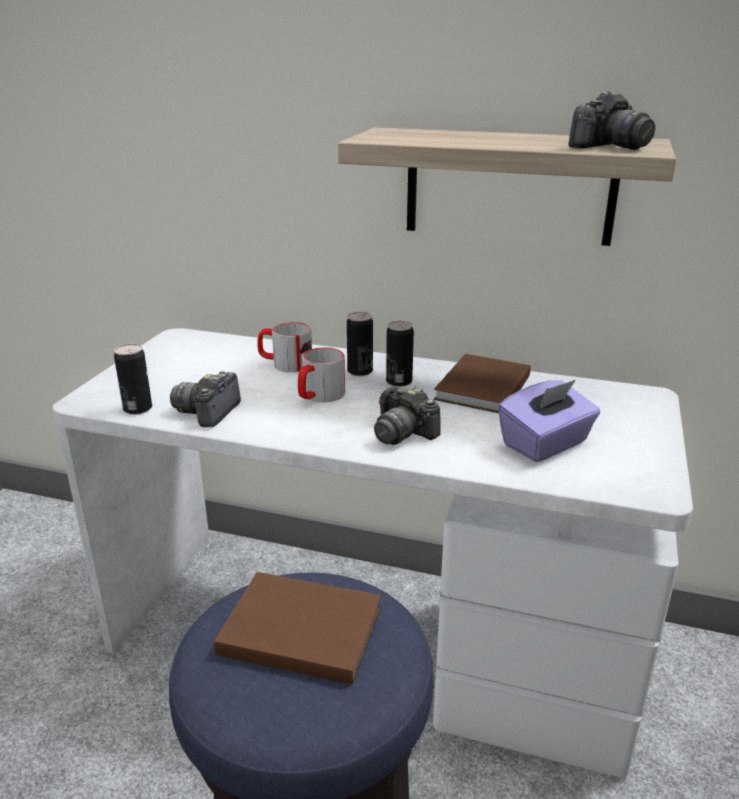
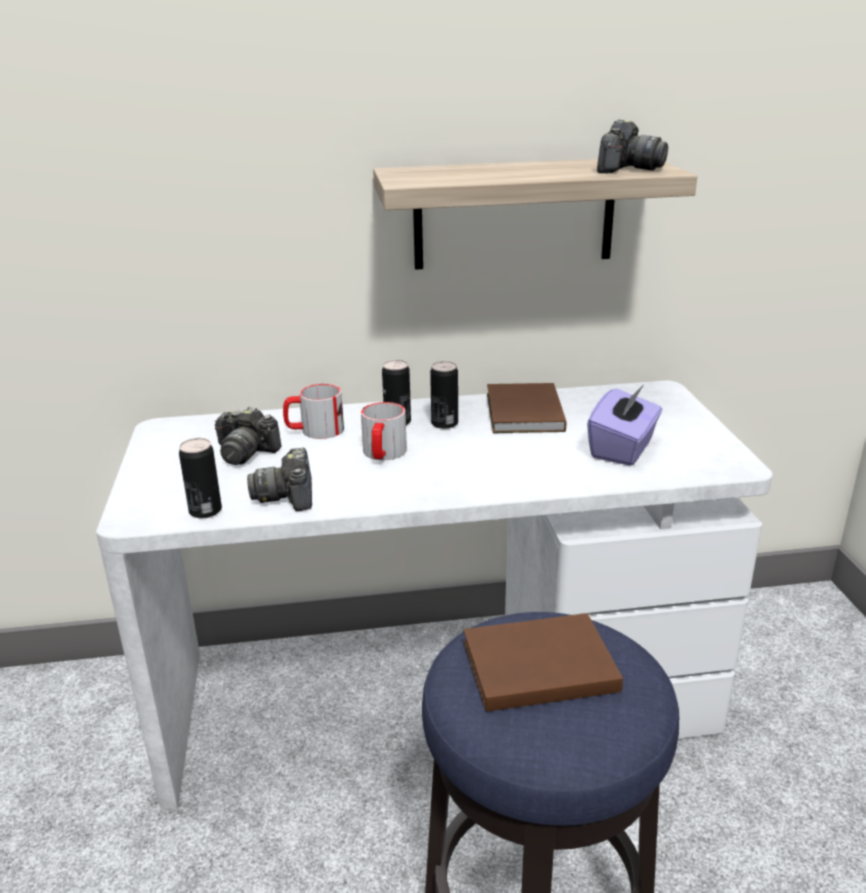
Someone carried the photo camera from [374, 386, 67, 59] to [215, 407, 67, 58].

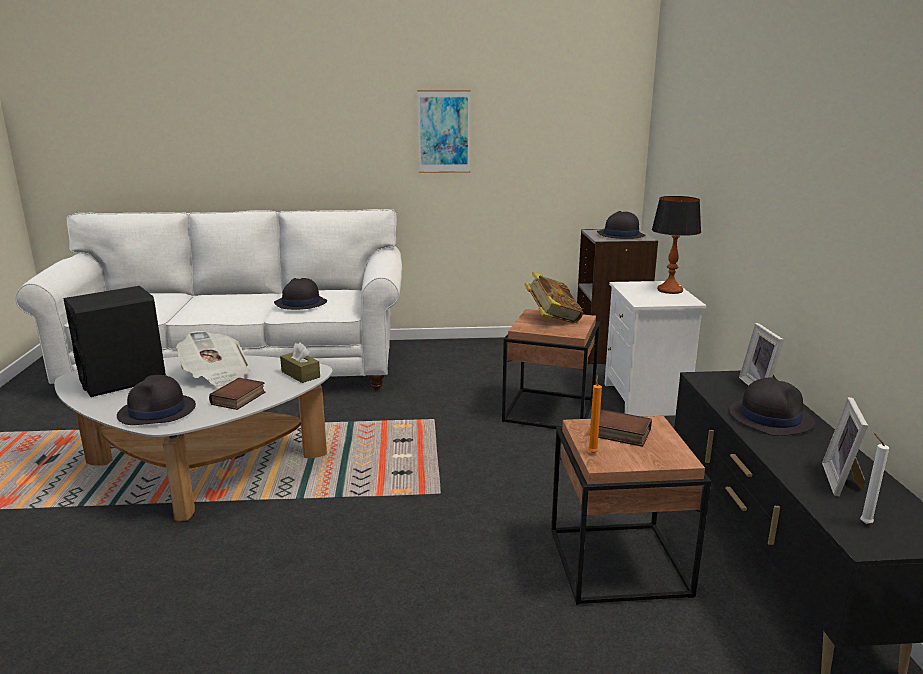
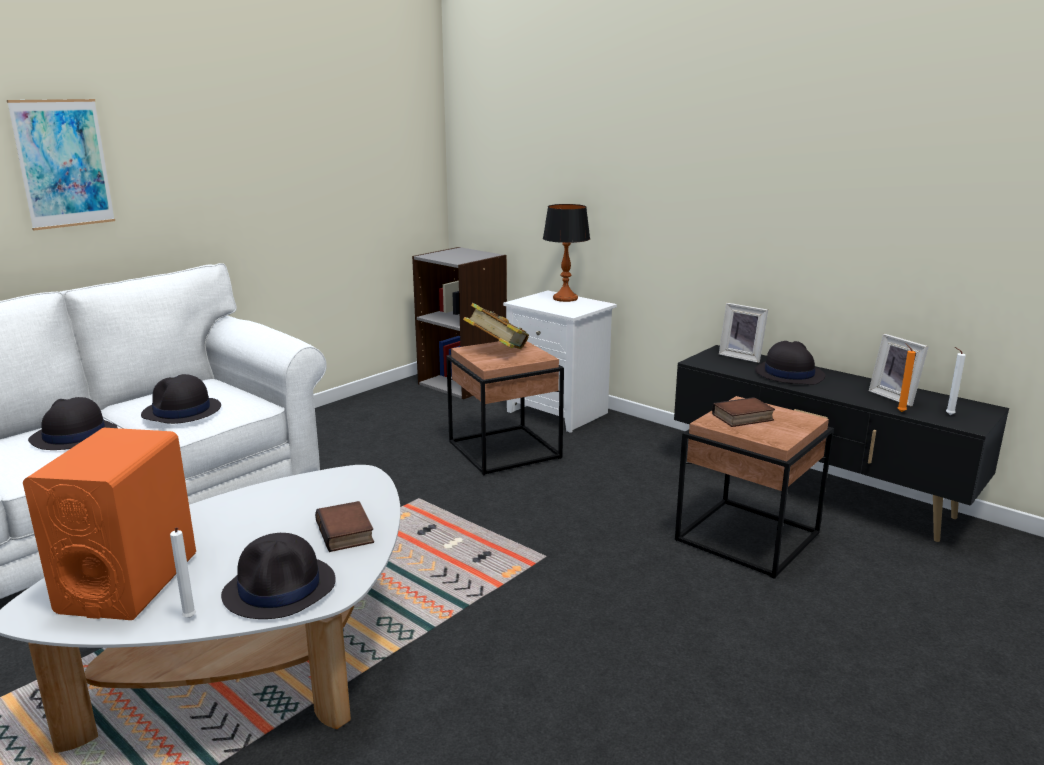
Someone took away the newspaper at [176, 331, 75, 58]. Someone took away the brown tissue box at [280, 342, 40, 41]. Someone put down the white candle at [170, 527, 26, 91]. Someone carried the picture from [417, 90, 54, 83] to [7, 99, 108, 131]. Someone carried the orange candle from [588, 375, 14, 78] to [898, 343, 18, 69]. Someone carried the black hat from [597, 211, 49, 28] to [28, 397, 90, 53]. Someone repainted the black speaker at [64, 286, 102, 111], which became the orange speaker at [23, 428, 173, 192].

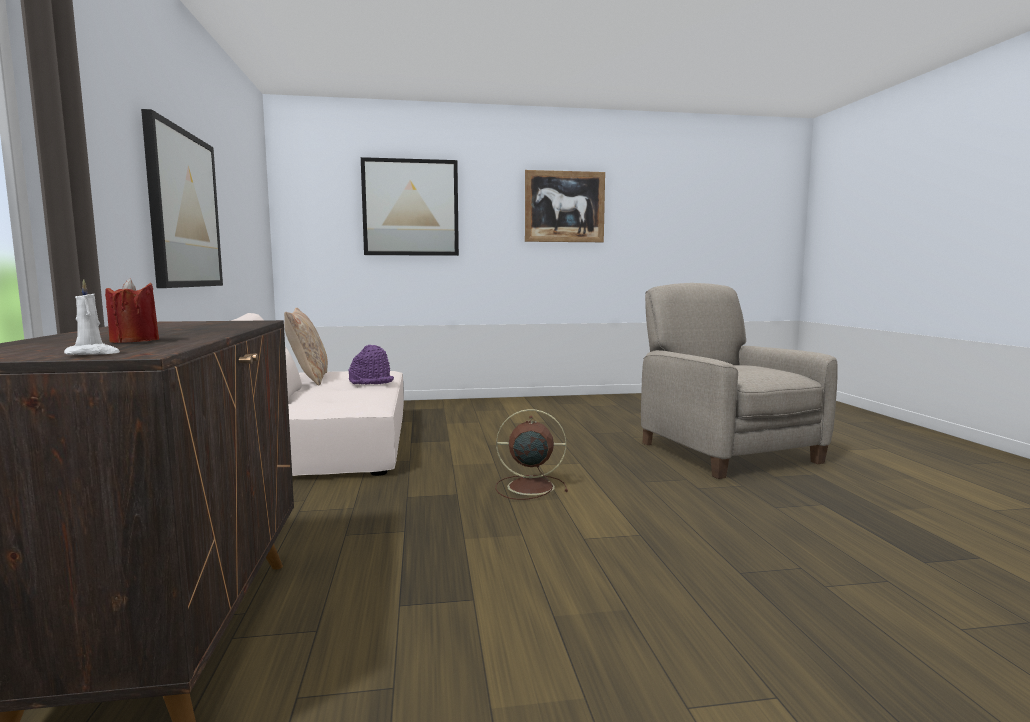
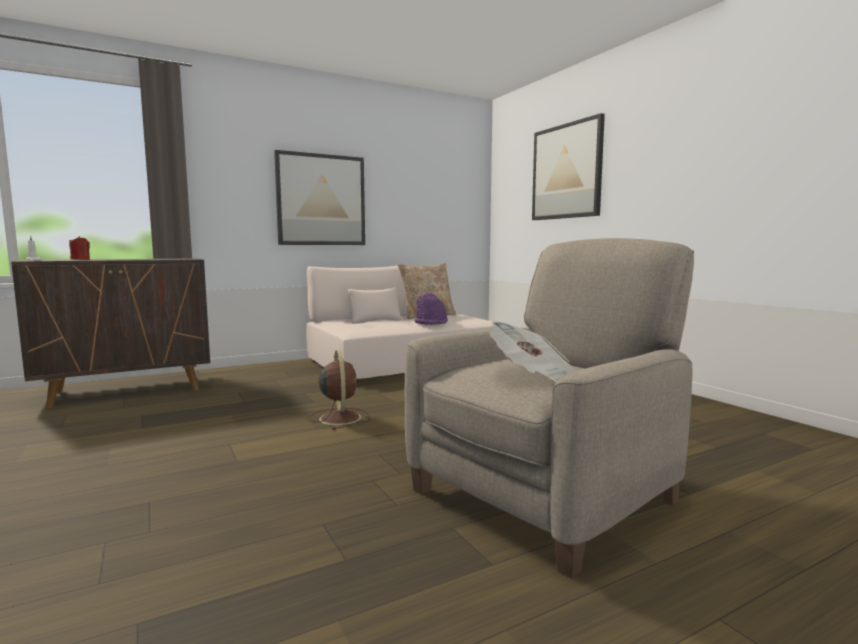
Someone took away the picture at [525, 170, 80, 72]. Someone put down the newspaper at [489, 321, 88, 61].

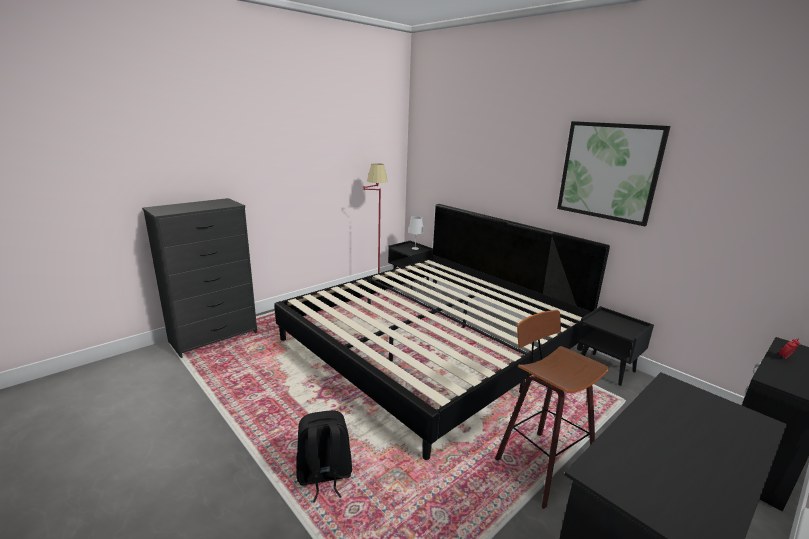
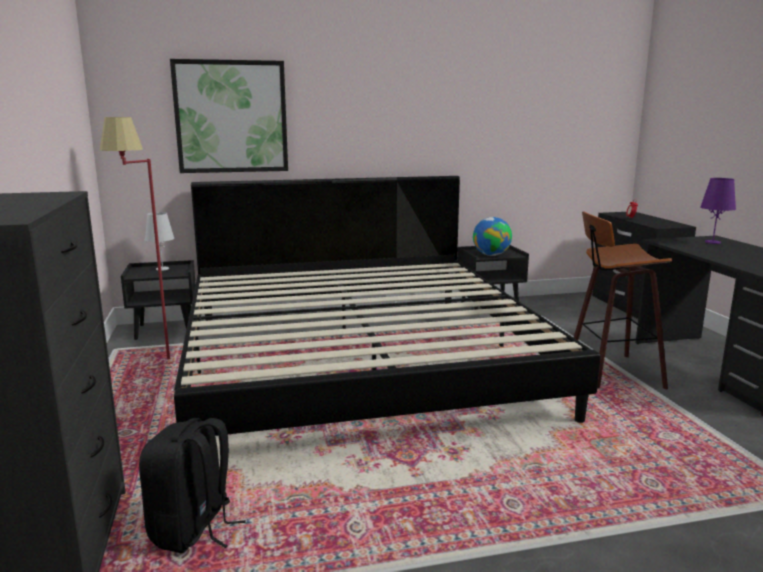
Someone put down the globe at [473, 217, 39, 39]. Someone put down the purple table lamp at [700, 178, 36, 66]. Someone carried the black backpack from [296, 410, 56, 93] to [139, 418, 107, 135]. Someone carried the picture from [557, 121, 113, 105] to [170, 59, 118, 114].

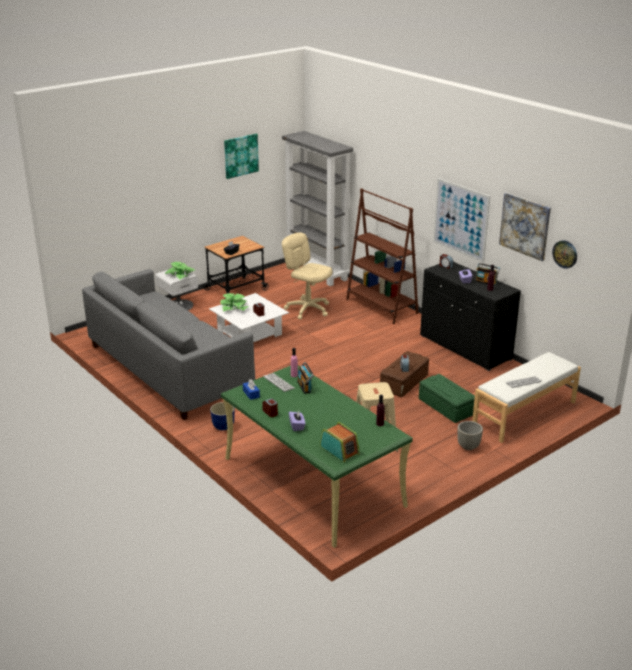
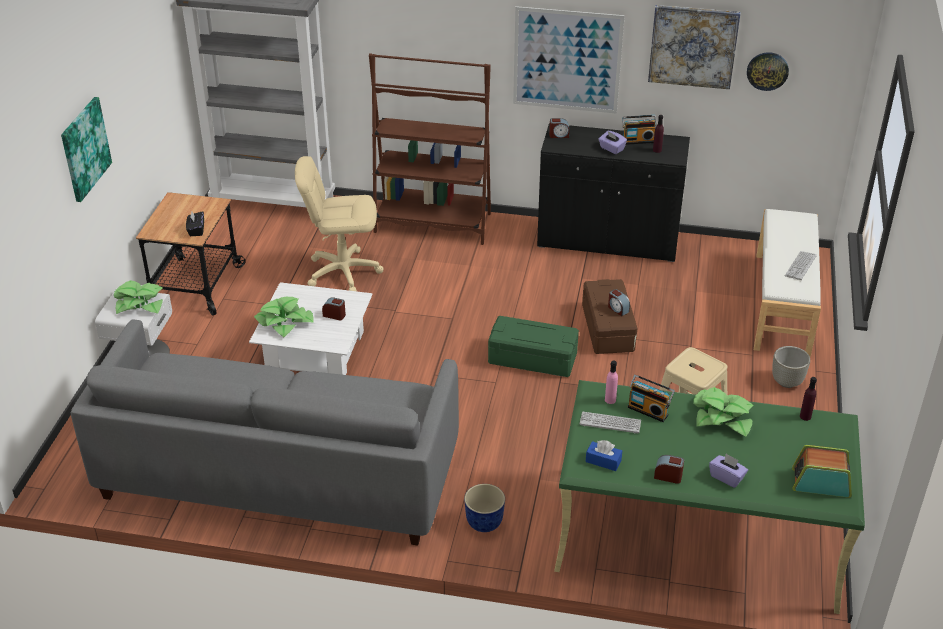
Someone put down the potted plant at [693, 387, 60, 50]. Someone carried the picture from [224, 134, 35, 45] to [61, 97, 51, 105]. Someone carried the green storage box from [419, 374, 56, 49] to [488, 316, 91, 61].

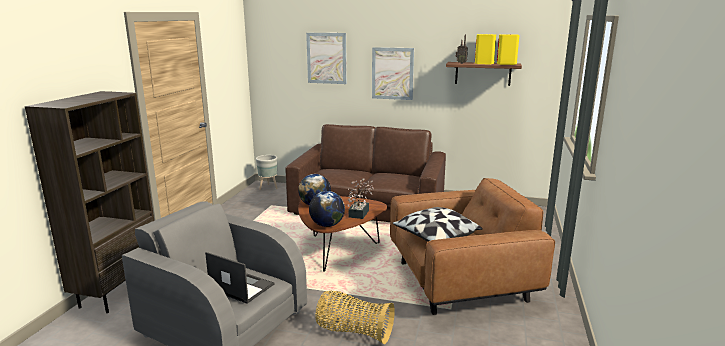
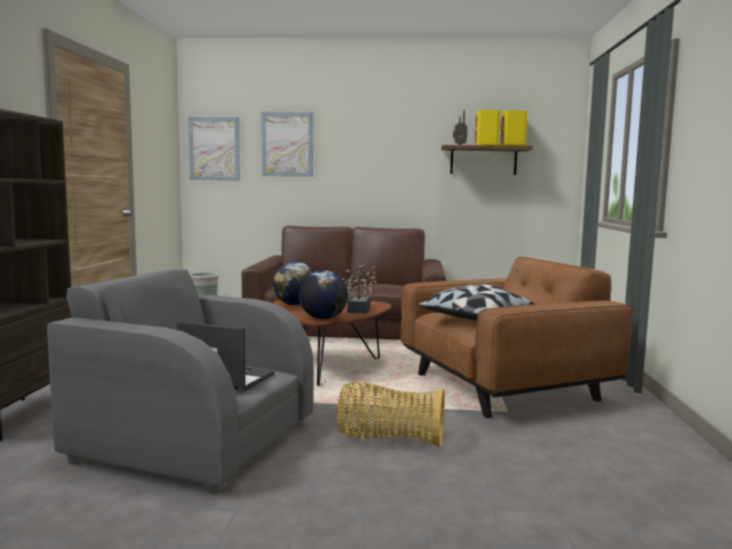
Someone carried the picture from [372, 47, 42, 53] to [188, 117, 52, 64].

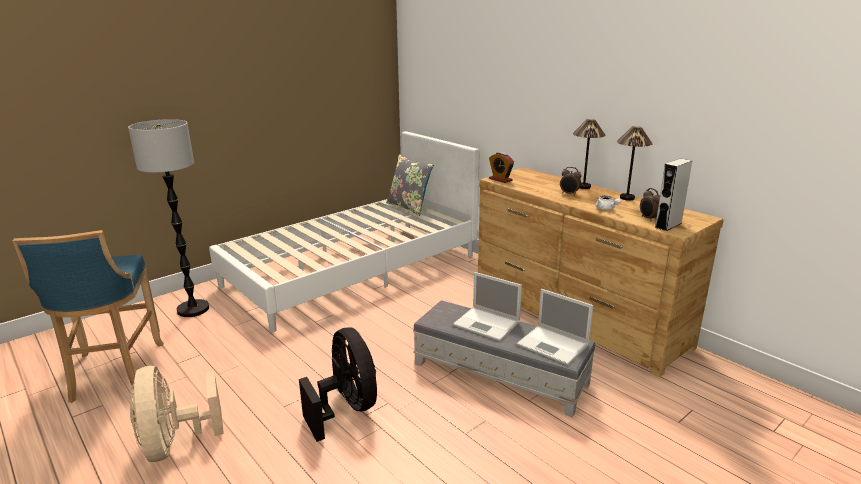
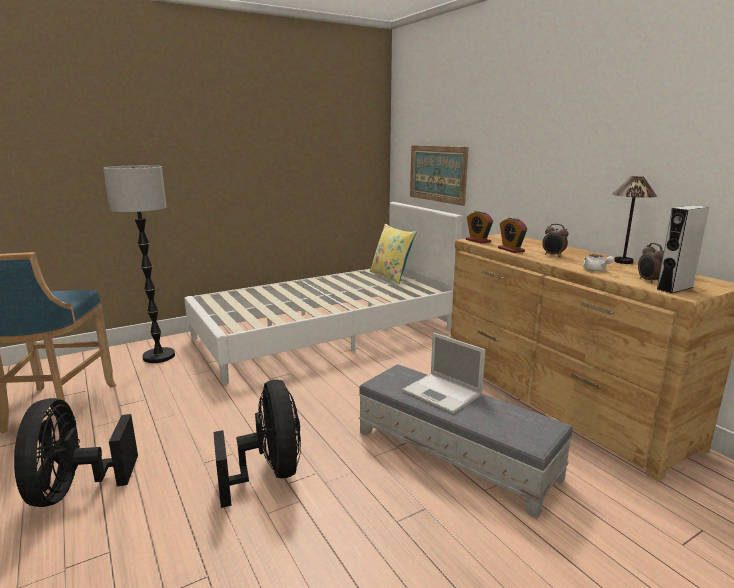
Someone took away the laptop at [517, 289, 77, 76]. Someone took away the table lamp at [573, 119, 33, 70]. Someone put up the picture at [410, 145, 59, 61]. Someone put down the alarm clock at [498, 217, 30, 36]. Someone repainted the beige fan at [130, 366, 94, 96], which became the black fan at [14, 398, 124, 109]. Someone repainted the grey pillow at [386, 154, 48, 62], which became the yellow pillow at [370, 224, 46, 60].

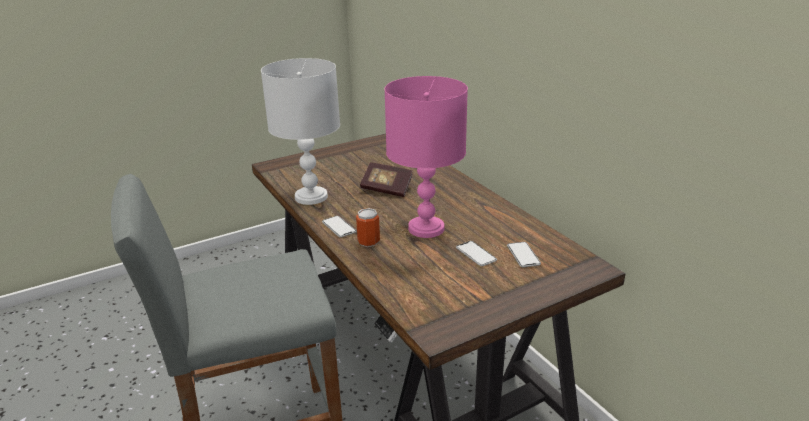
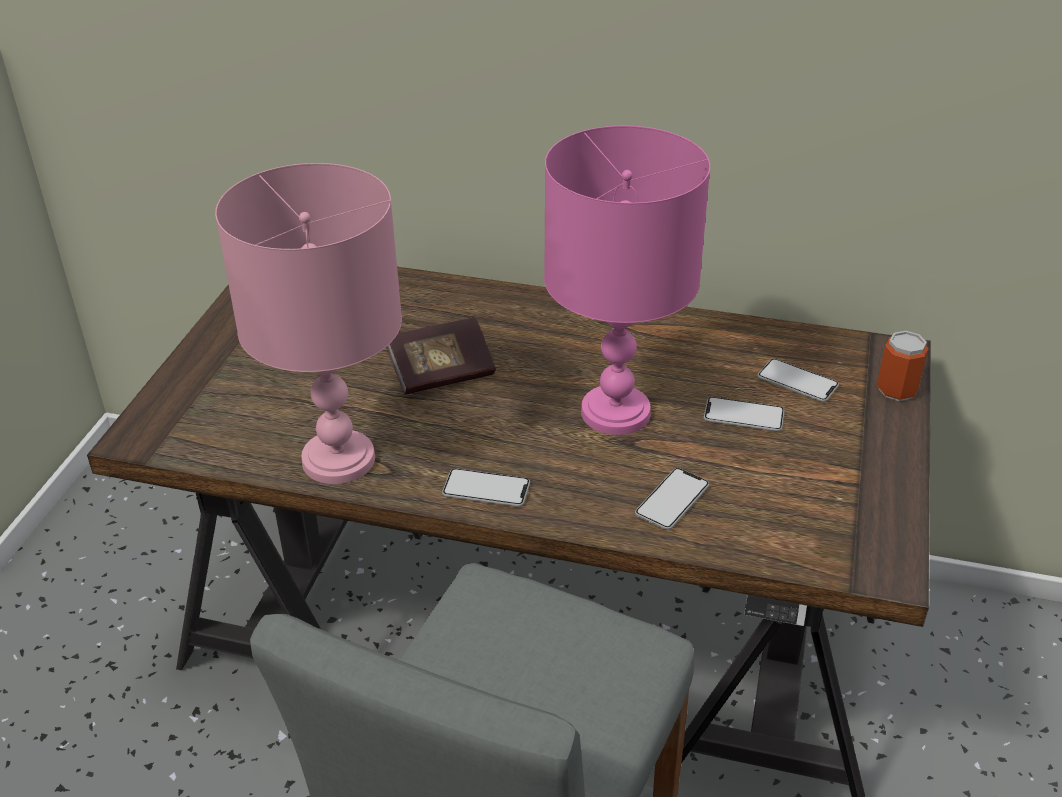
Someone put down the phone at [635, 468, 74, 62]. Someone carried the can from [356, 208, 24, 39] to [877, 331, 51, 70]. Someone repainted the white table lamp at [261, 58, 79, 147], which became the pink table lamp at [215, 163, 187, 321].

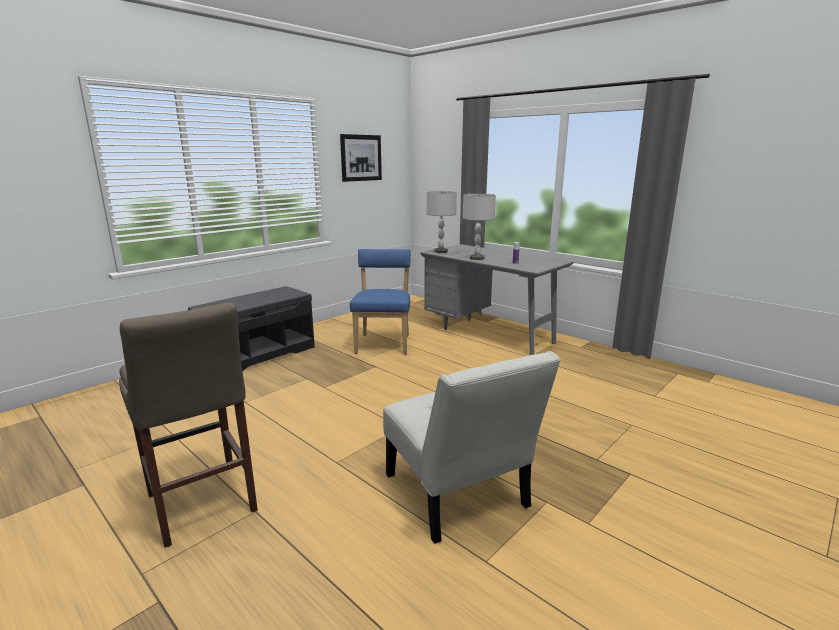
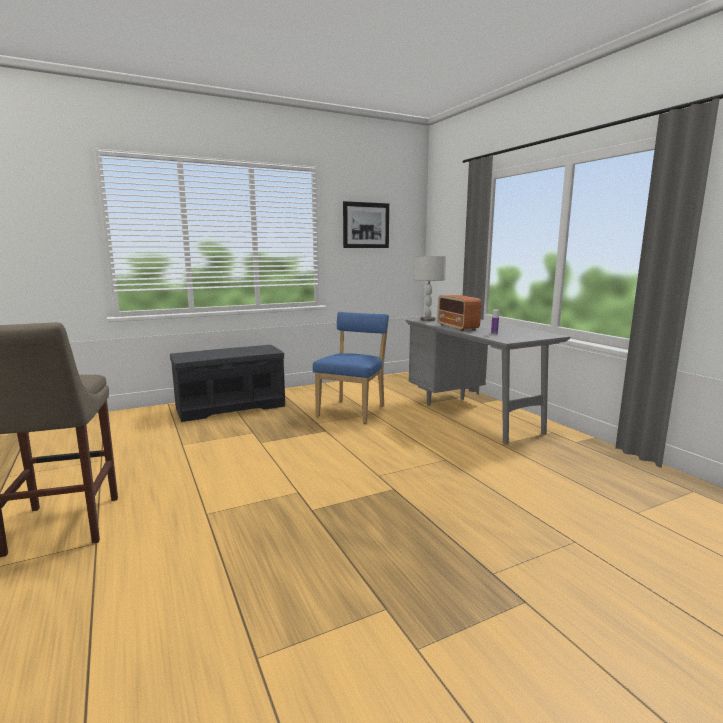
Someone took away the white chair at [383, 351, 178, 193]. Someone swapped the grey table lamp at [463, 194, 33, 66] for the radio at [437, 295, 44, 36].

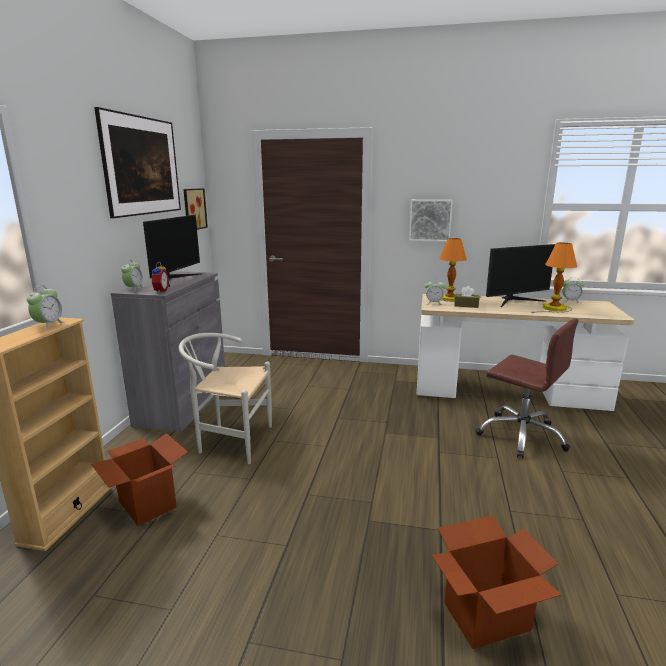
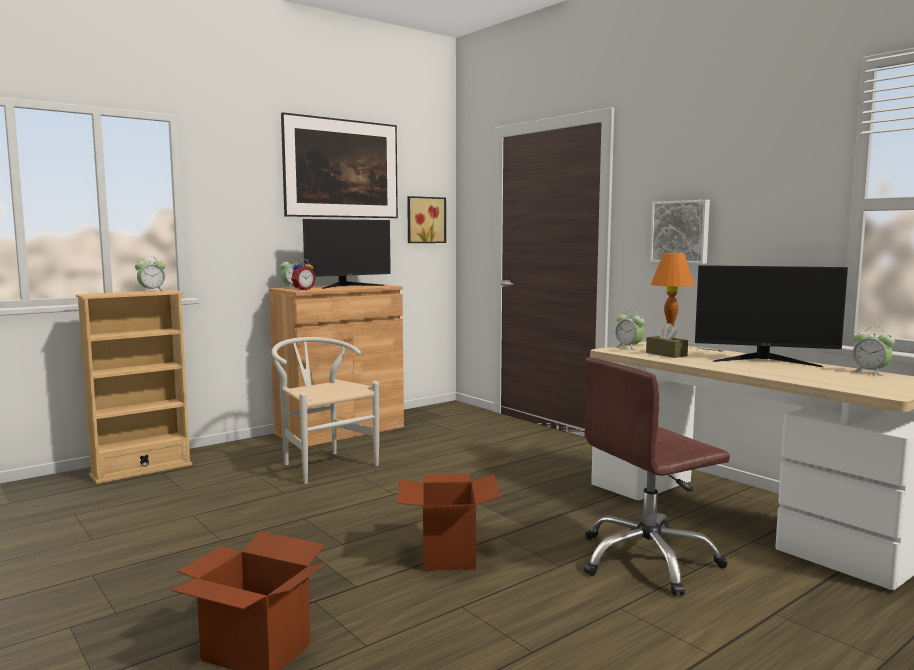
Someone took away the table lamp at [531, 242, 46, 71]. Someone carried the cardboard box from [91, 433, 97, 93] to [397, 474, 104, 97]. Someone repainted the grey cabinet at [111, 271, 114, 161], which became the brown cabinet at [269, 283, 135, 163]. Someone rotated the brown office chair at [475, 318, 104, 140] by 75 degrees clockwise.

